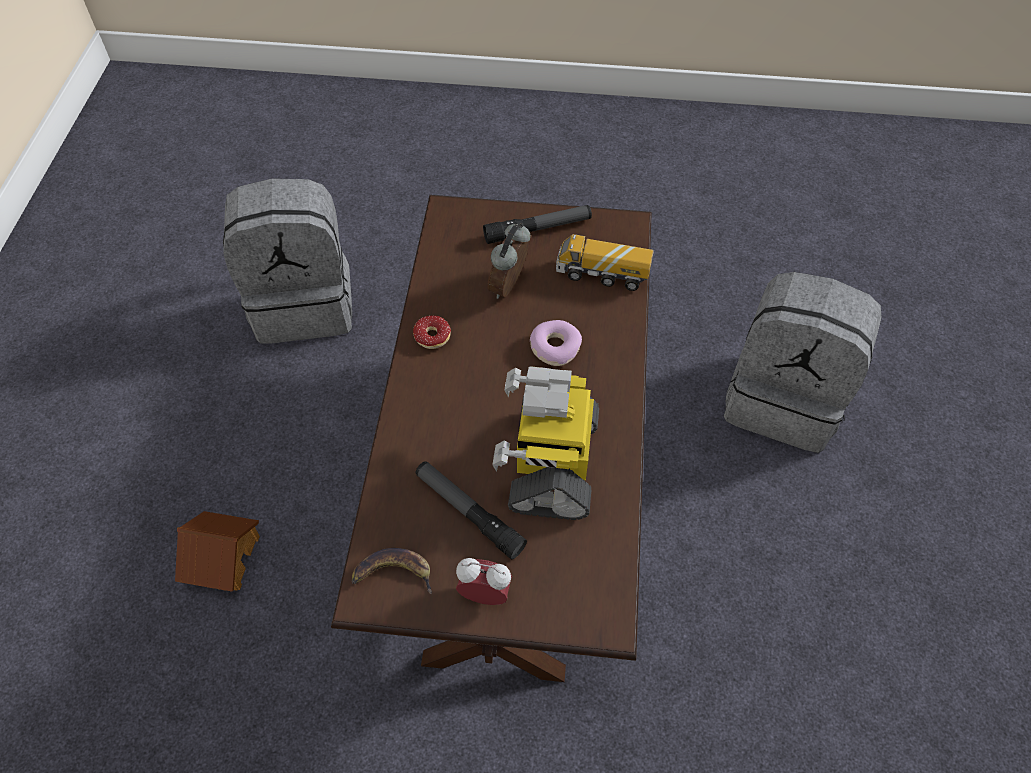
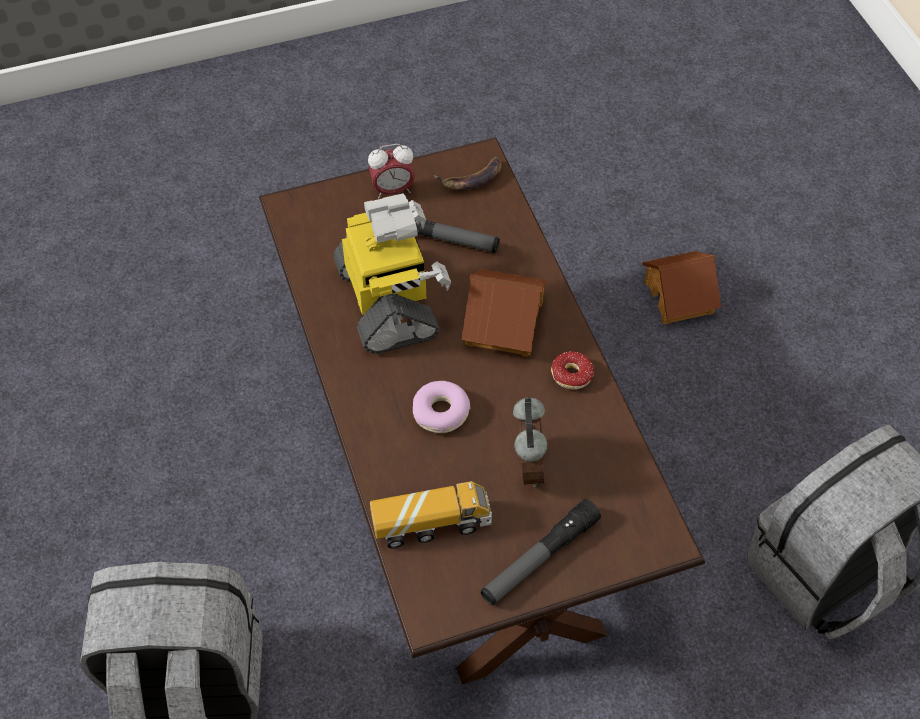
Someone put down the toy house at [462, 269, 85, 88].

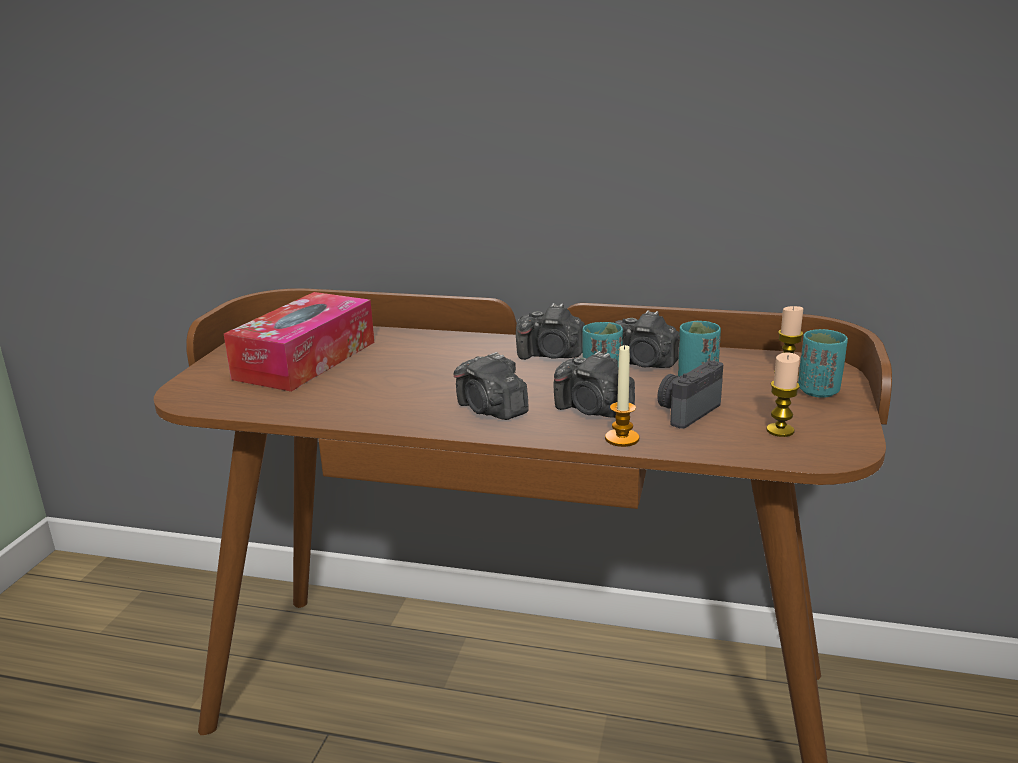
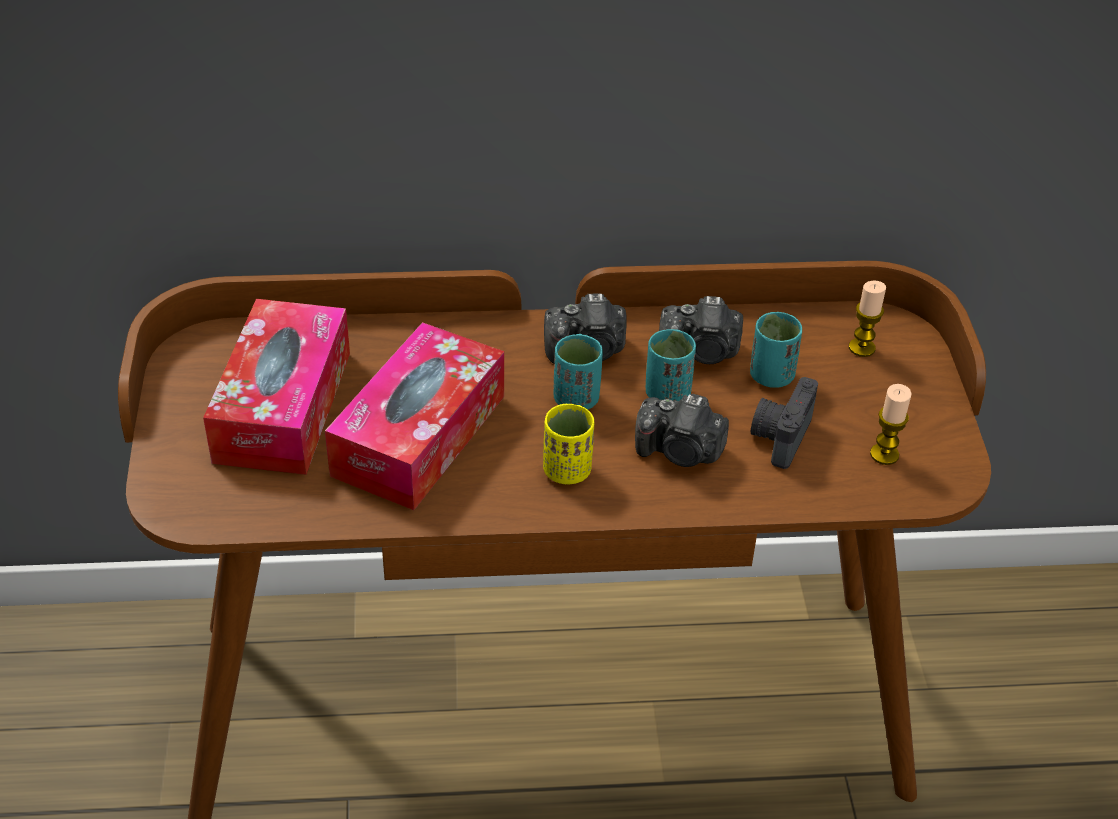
Someone took away the candle at [605, 344, 34, 103]. Someone put down the tissue box at [325, 322, 179, 188]. Someone carried the turquoise cup from [798, 329, 50, 69] to [554, 334, 49, 76]. Someone swapped the photo camera at [454, 352, 75, 68] for the yellow cup at [543, 404, 52, 80].

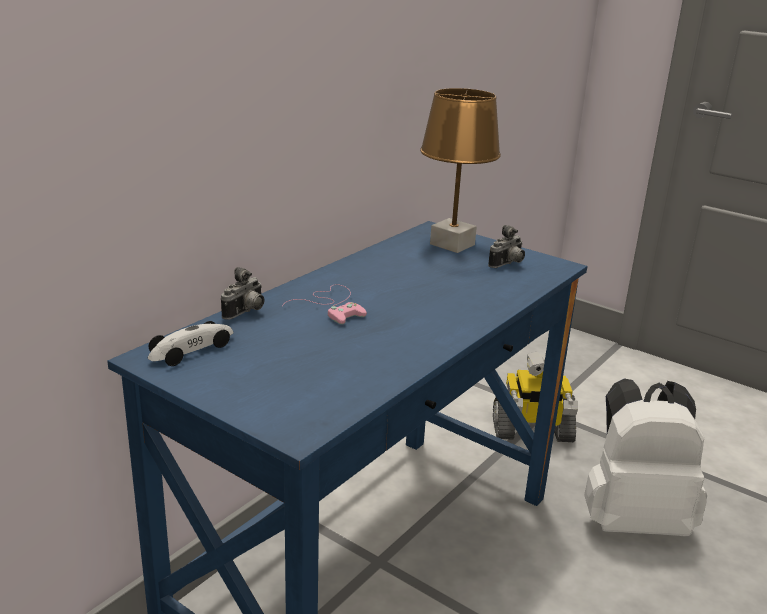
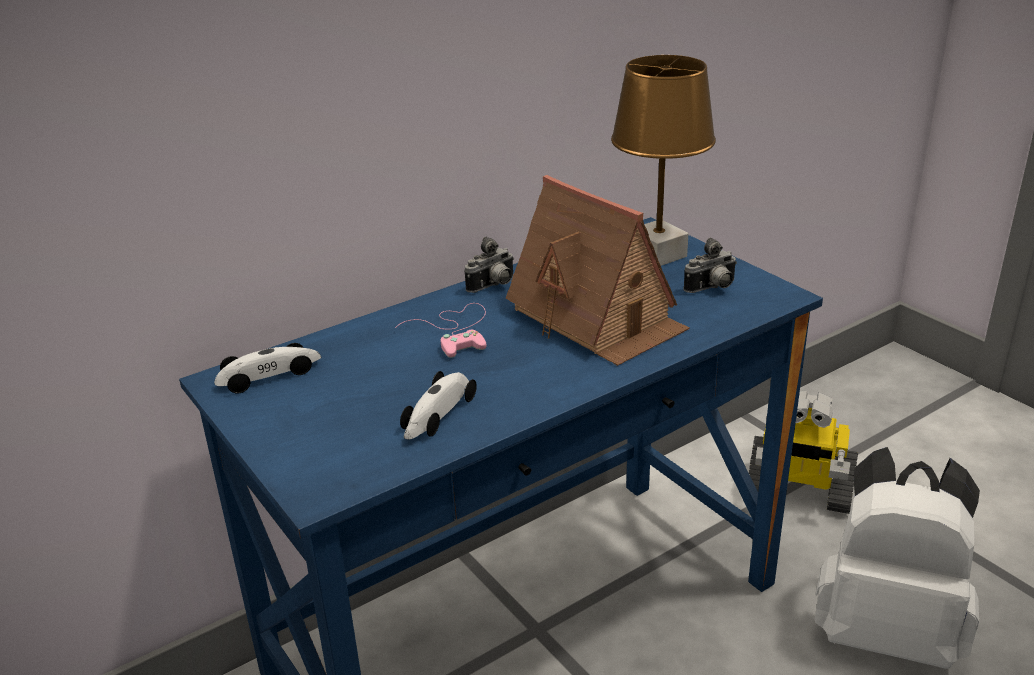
Someone put down the toy car at [400, 371, 77, 69]. Someone put down the toy house at [505, 175, 184, 191]. Someone carried the photo camera from [221, 267, 43, 53] to [464, 237, 50, 56].

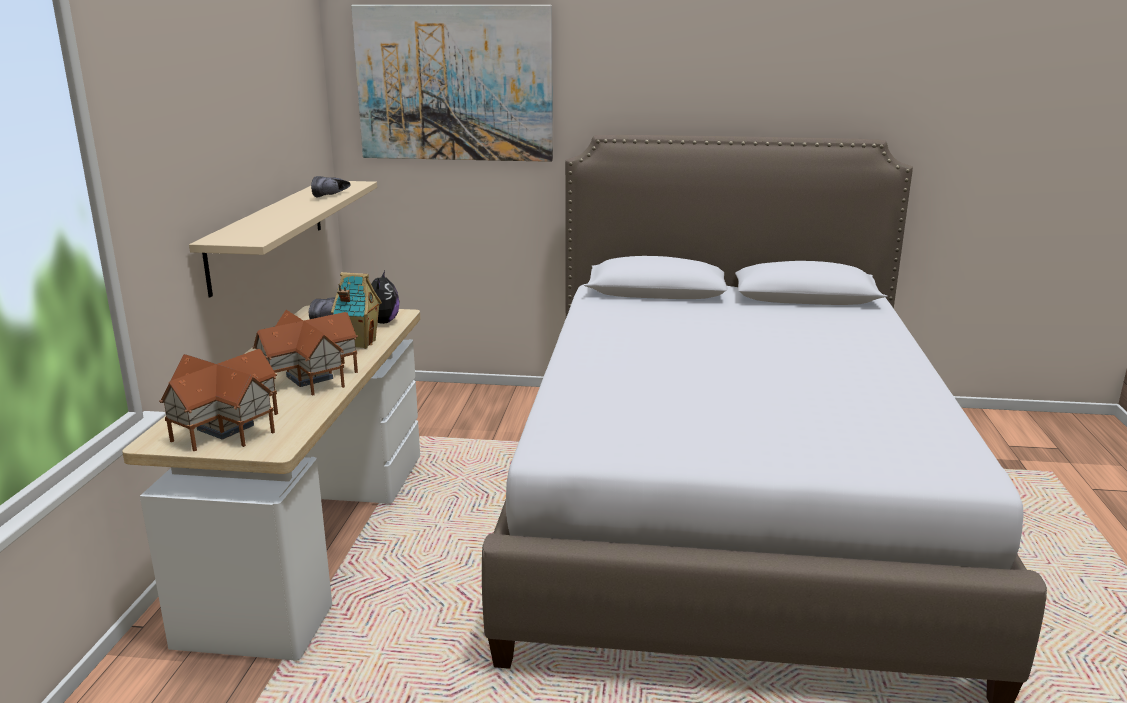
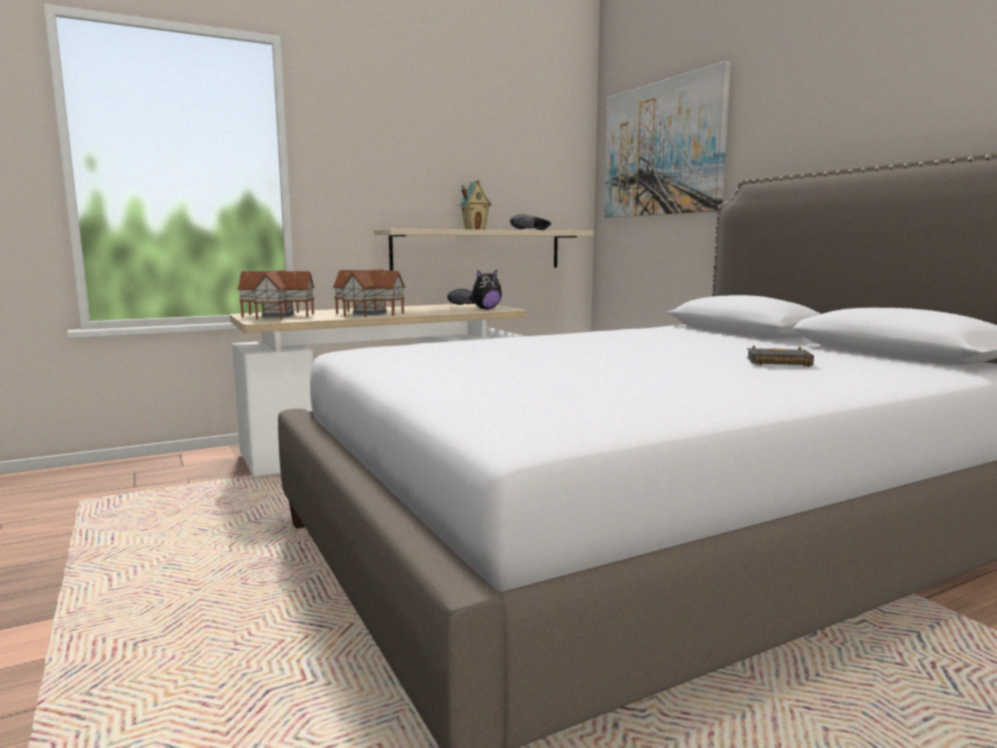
Someone put down the black book at [747, 346, 67, 21]. Someone carried the toy house from [331, 272, 51, 77] to [458, 179, 34, 51].

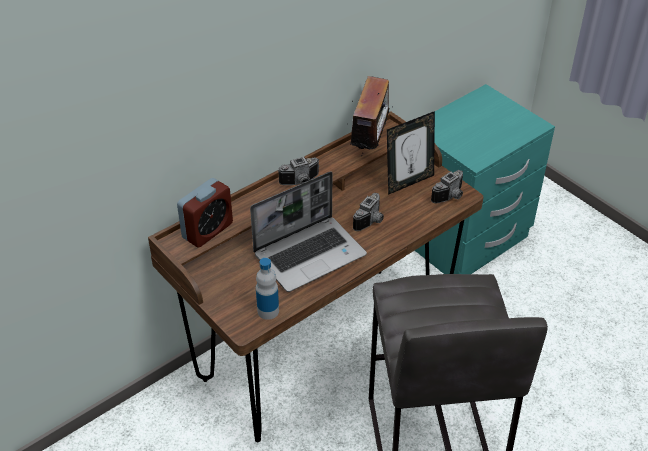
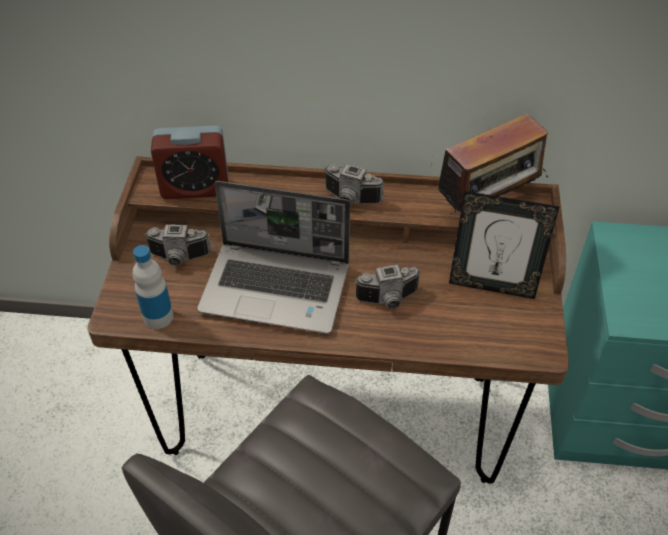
Someone carried the photo camera from [431, 170, 32, 34] to [144, 224, 67, 42].

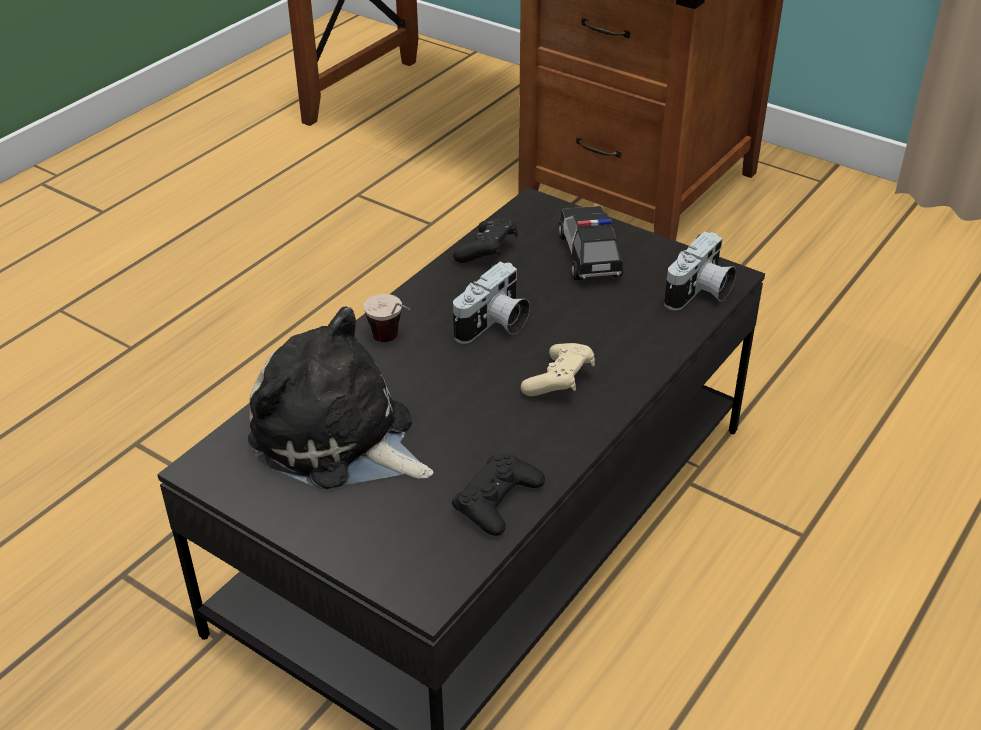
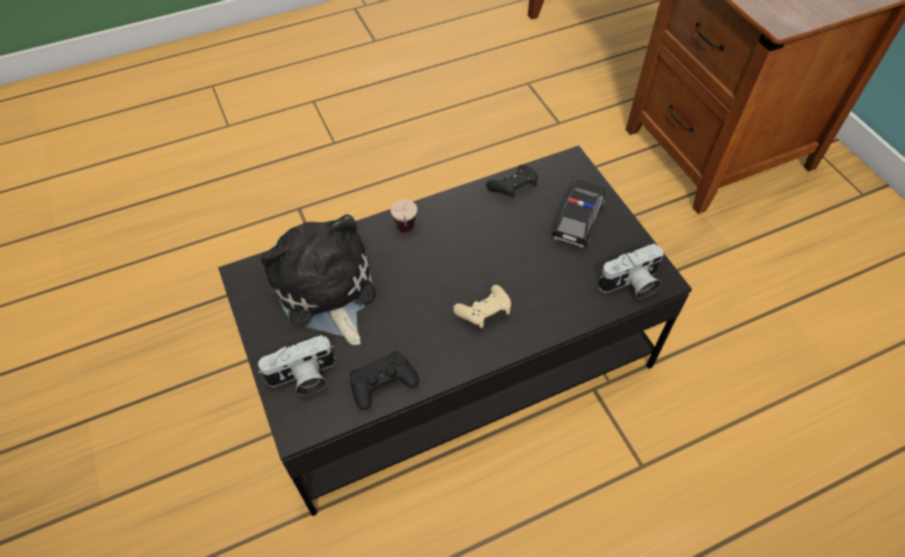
Someone carried the photo camera from [453, 262, 77, 82] to [258, 335, 77, 61].

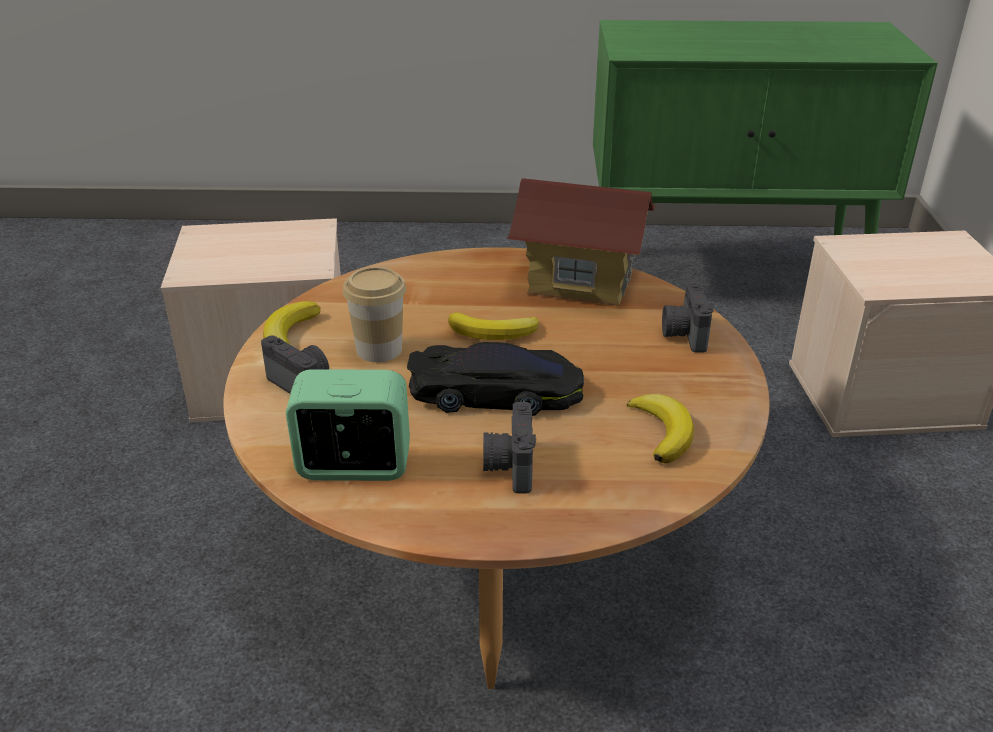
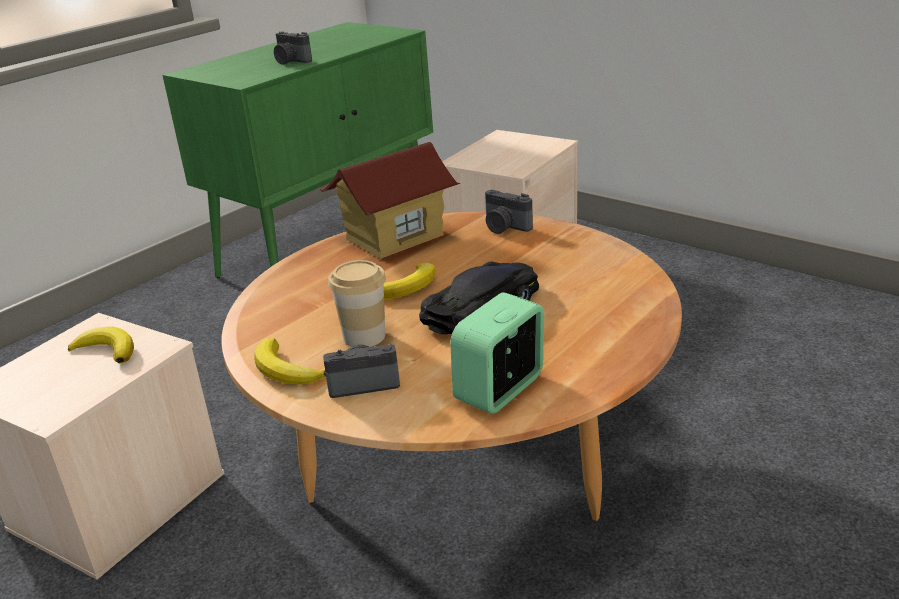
Someone carried the photo camera from [483, 402, 53, 91] to [274, 32, 38, 33]. Someone carried the banana from [627, 394, 67, 70] to [68, 327, 66, 36].

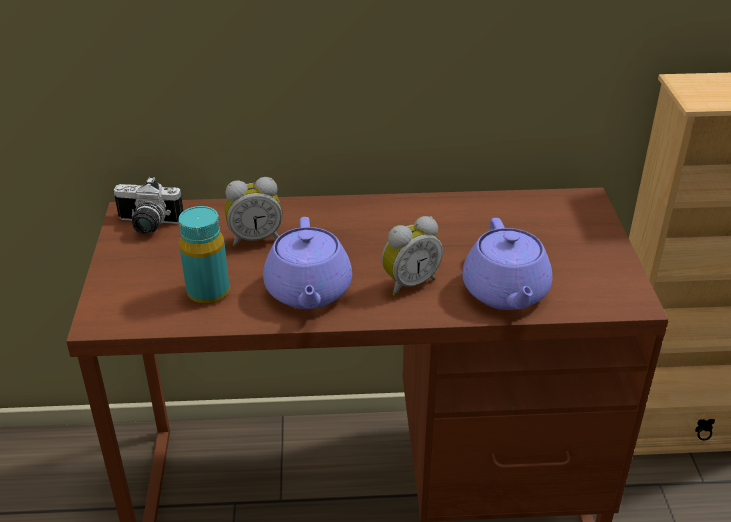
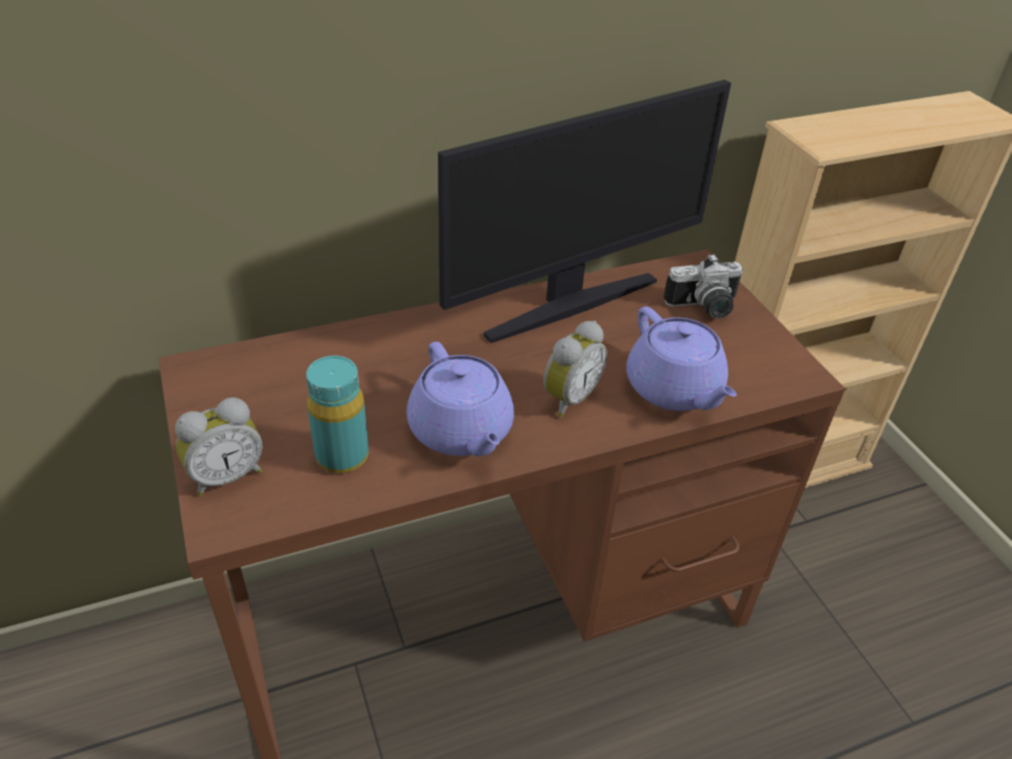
Someone put down the monitor at [438, 80, 293, 263]. Someone carried the photo camera from [114, 177, 69, 58] to [663, 254, 80, 65]. Someone carried the alarm clock from [224, 177, 59, 70] to [175, 397, 88, 99].

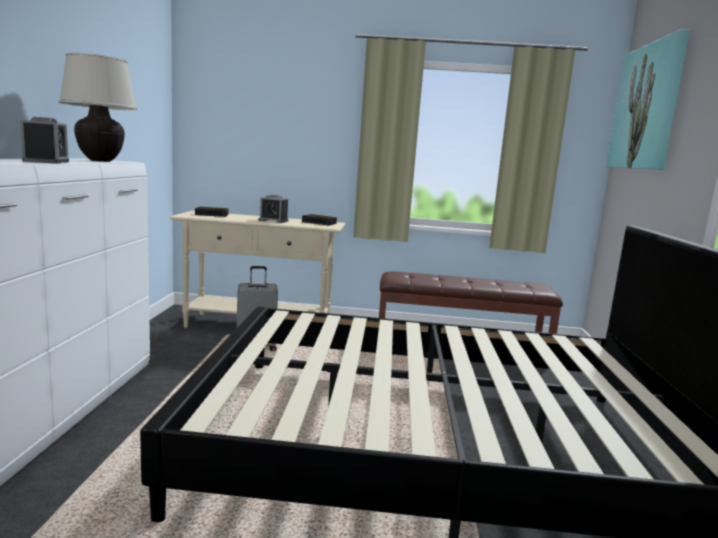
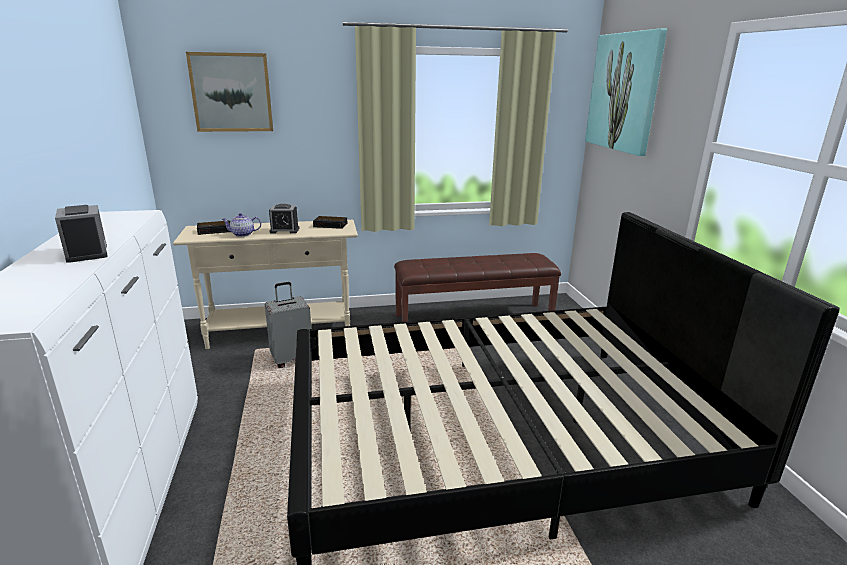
Someone took away the beige table lamp at [59, 53, 78, 109]. Someone put up the picture at [186, 52, 87, 80]. Someone put down the teapot at [221, 213, 40, 24].

